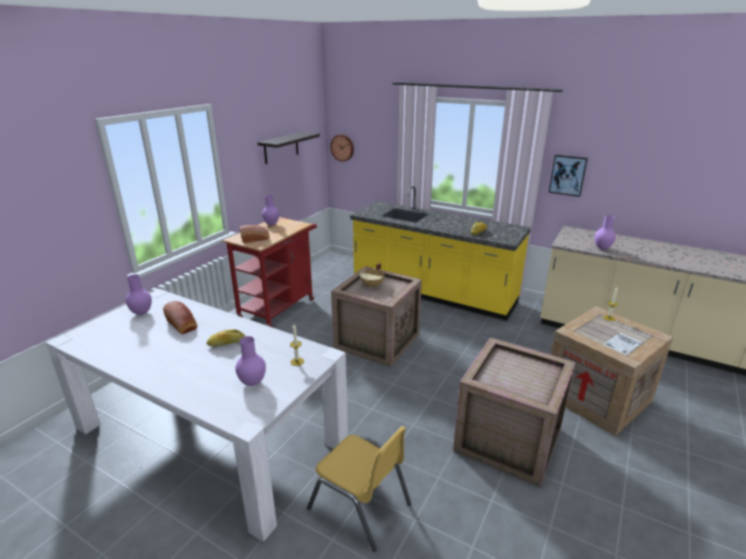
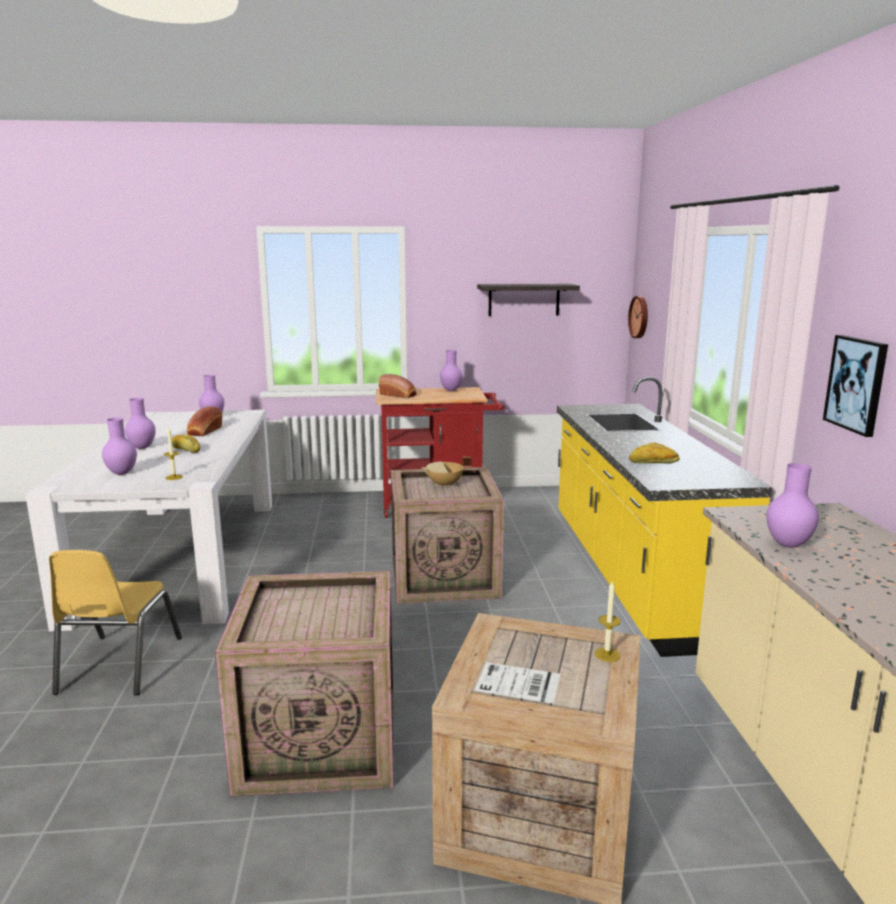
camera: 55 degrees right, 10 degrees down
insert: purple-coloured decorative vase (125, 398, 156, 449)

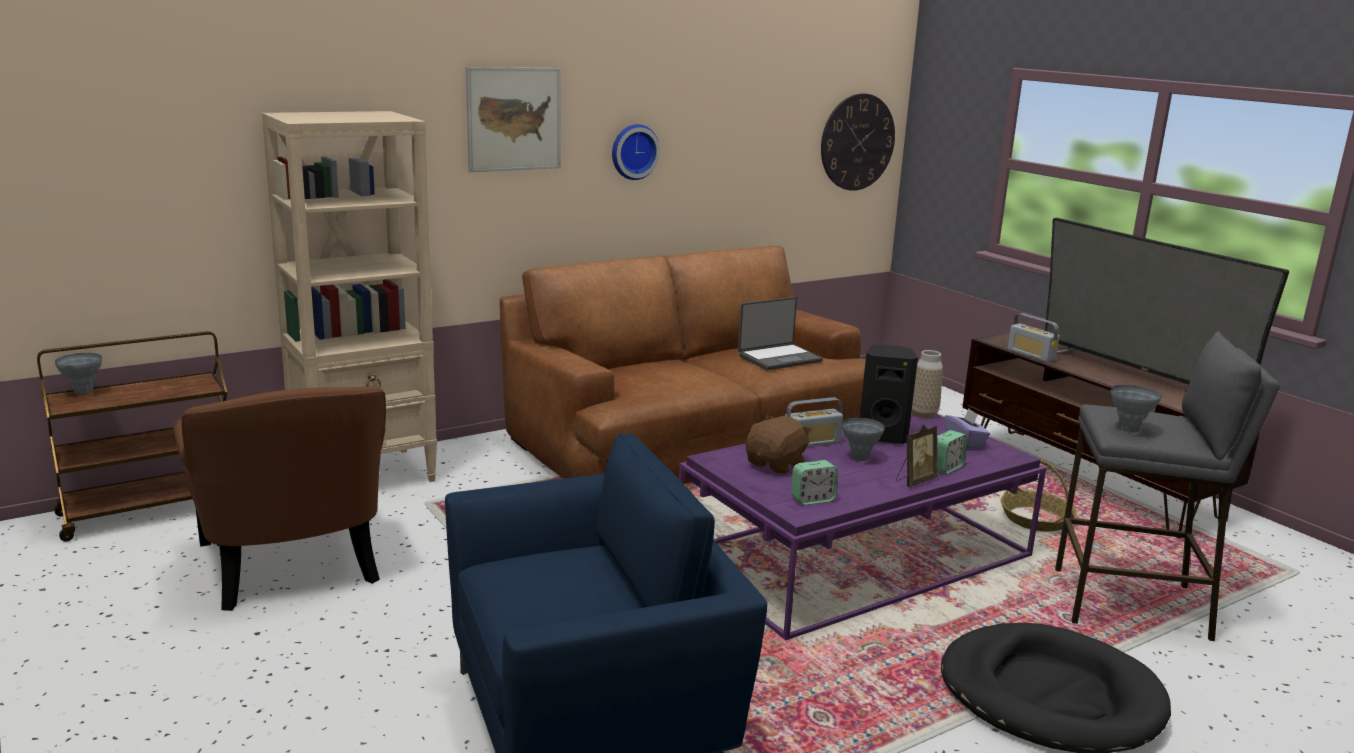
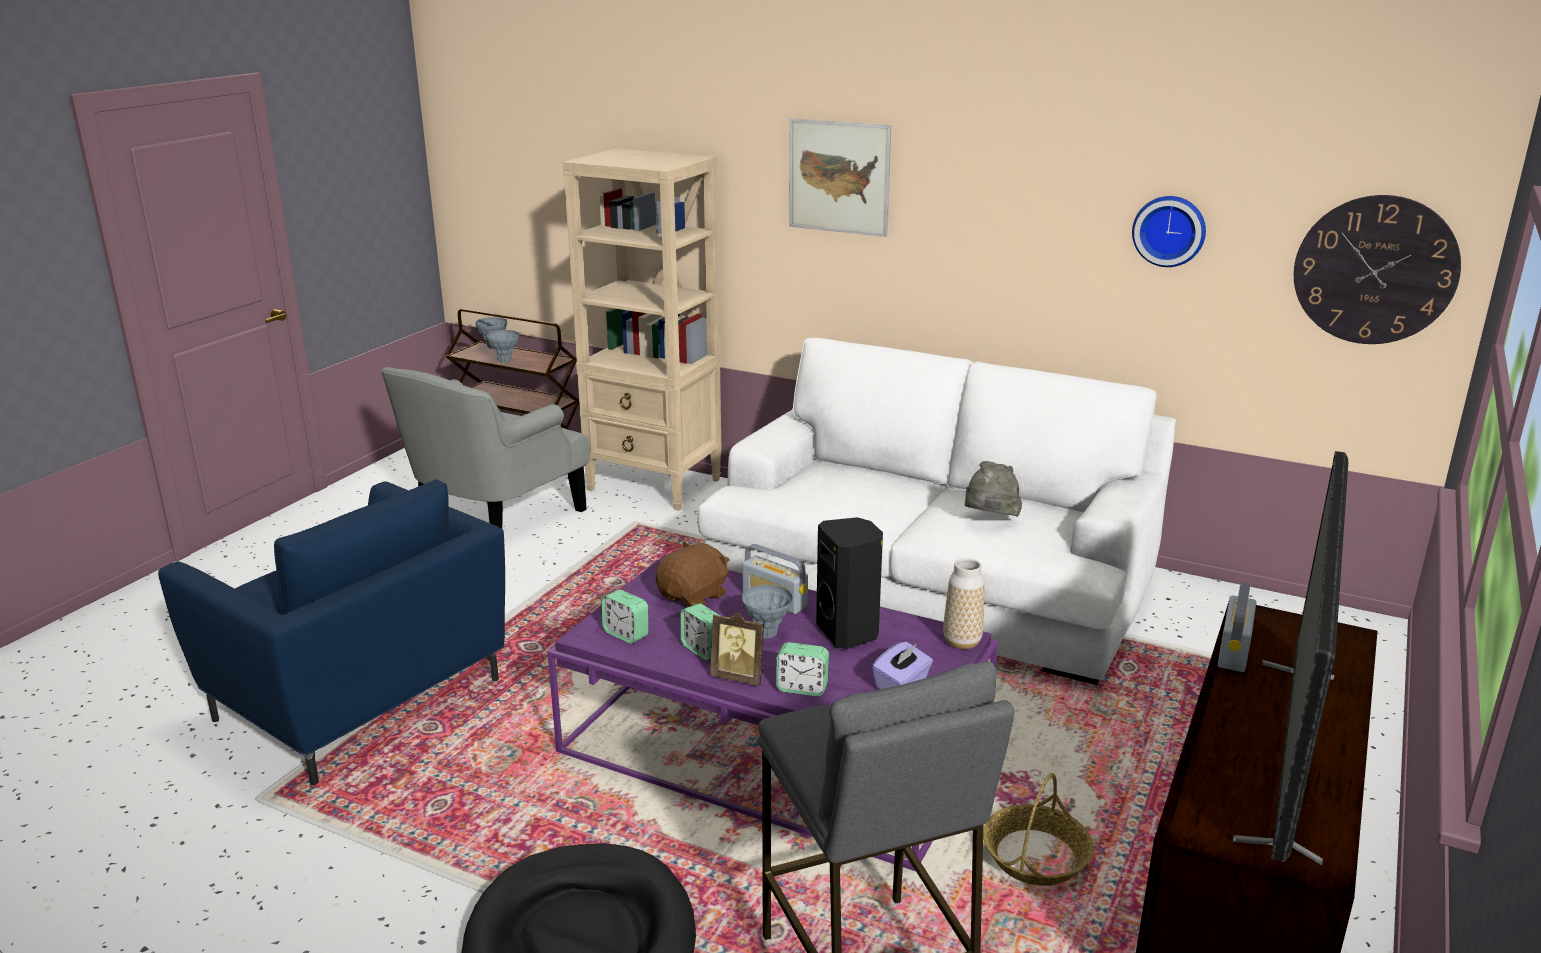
camera: 60 degrees right, 5 degrees up
insert: table clock (680, 603, 720, 660)
move: wall clock (612, 124, 660, 180) to (1132, 196, 1206, 267); grey decorative vase (1111, 385, 1161, 432) to (486, 330, 519, 362)
replace: notebook computer (738, 297, 823, 370) to grey hat (965, 461, 1022, 517)
recolor: brown easy chair (173, 387, 386, 611) to grey easy chair (381, 367, 590, 529); brown couch (500, 246, 866, 484) to white couch (698, 338, 1176, 685)
rotate: brown cuddly toy (746, 415, 812, 474) = (656, 542, 730, 607) 60 degrees counterclockwise

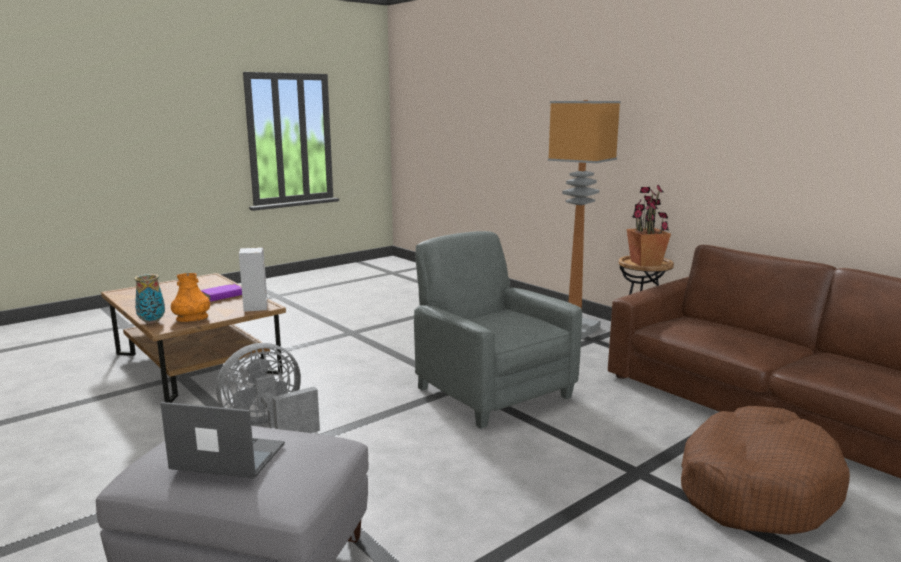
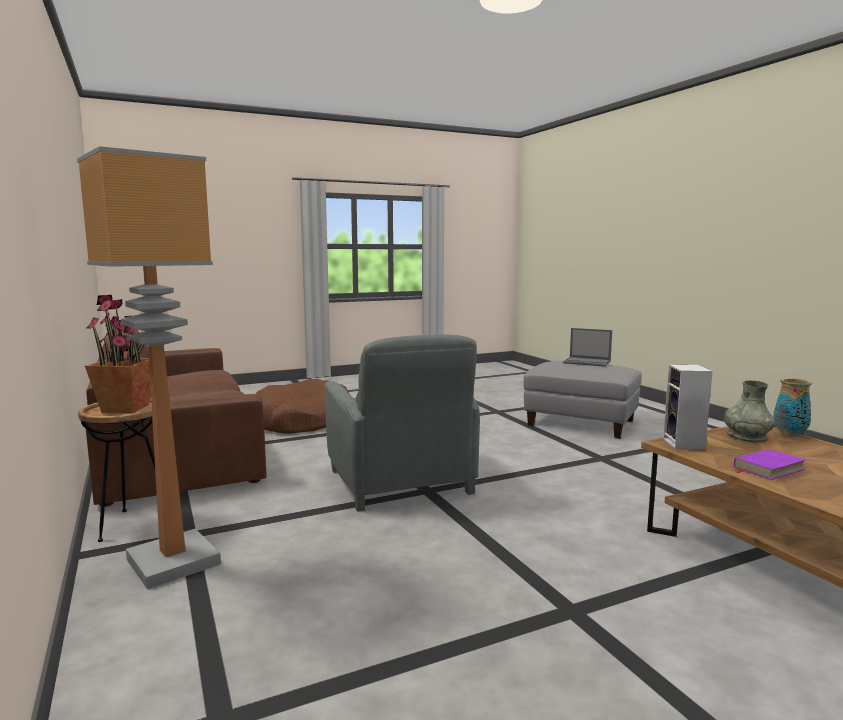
camera: 165 degrees left, 5 degrees down
delete: grey electric fan (216, 343, 320, 433)
recolor: orangey decorative vase (171, 273, 210, 322) to grey decorative vase (724, 380, 775, 442)

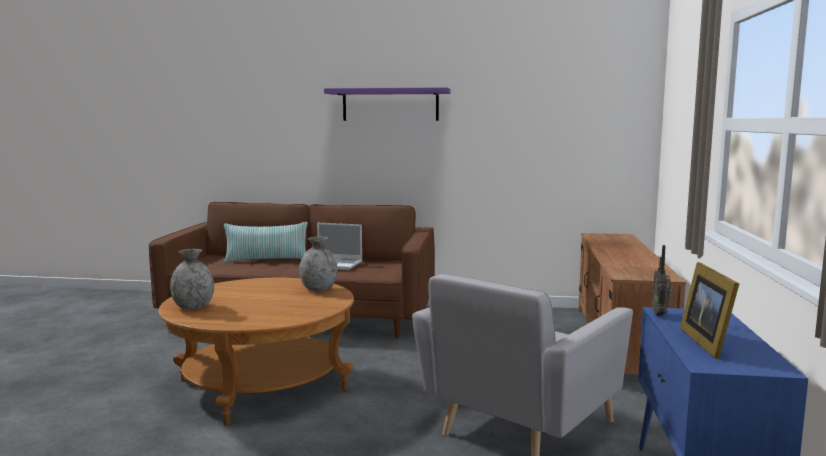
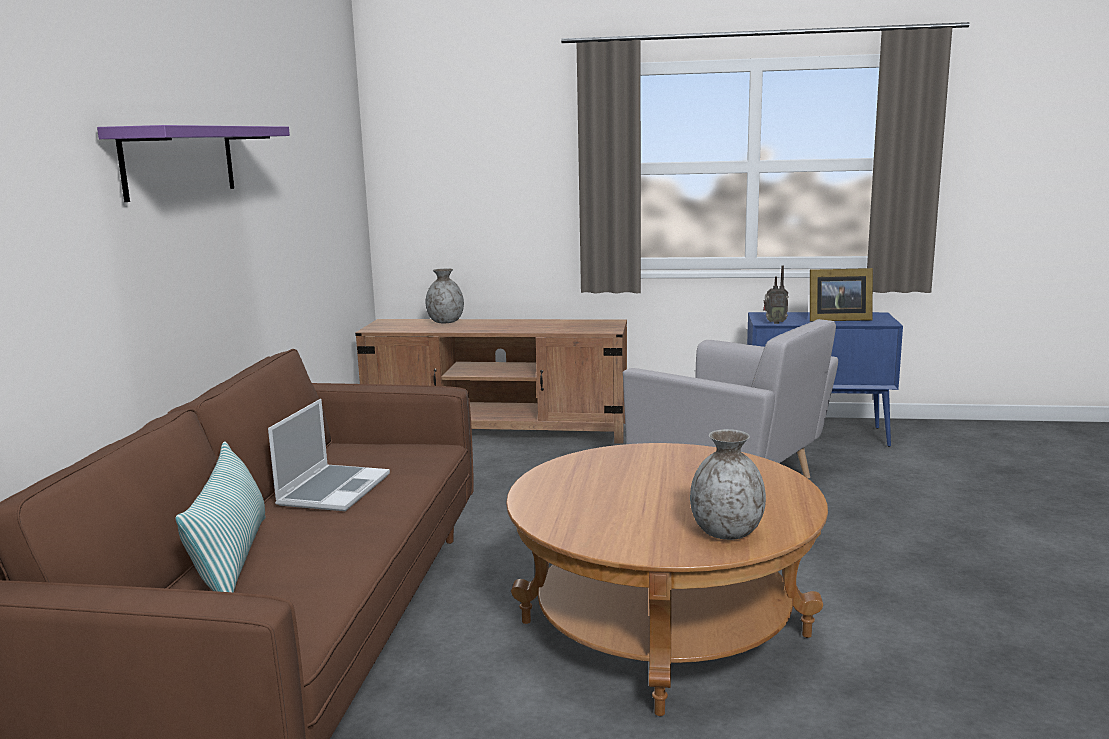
camera: 90 degrees left, 5 degrees up
move: grey decorative vase (300, 237, 338, 291) to (426, 268, 464, 323)

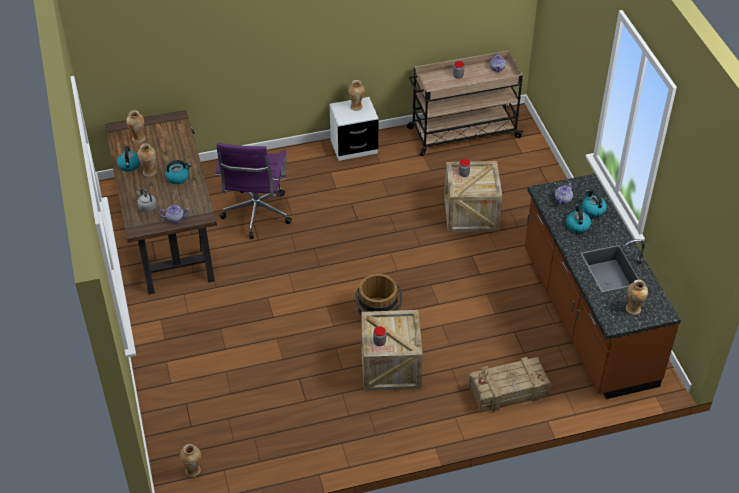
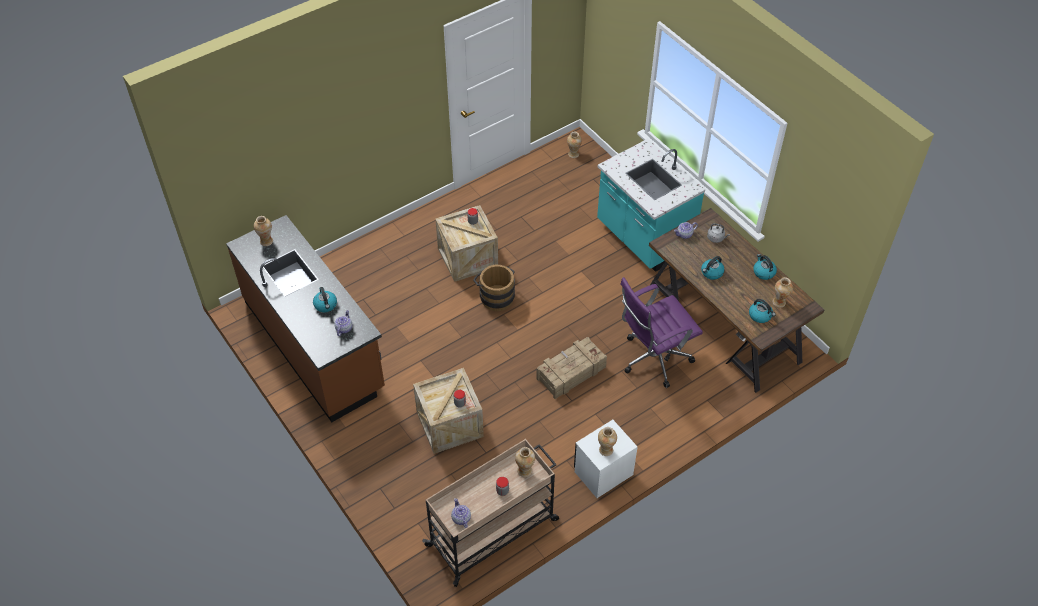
camera: 160 degrees right, 5 degrees up
insert: blue-green kitchen base unit (597, 139, 705, 272)
move: decorative vase (137, 144, 157, 177) to (515, 447, 535, 477); packing crate (468, 357, 551, 413) to (536, 337, 607, 399); tea kettle (582, 190, 607, 217) to (749, 299, 776, 323)
rotate: purple-coloured desk chair (215, 143, 292, 239) = (620, 277, 703, 388) 105 degrees counterclockwise

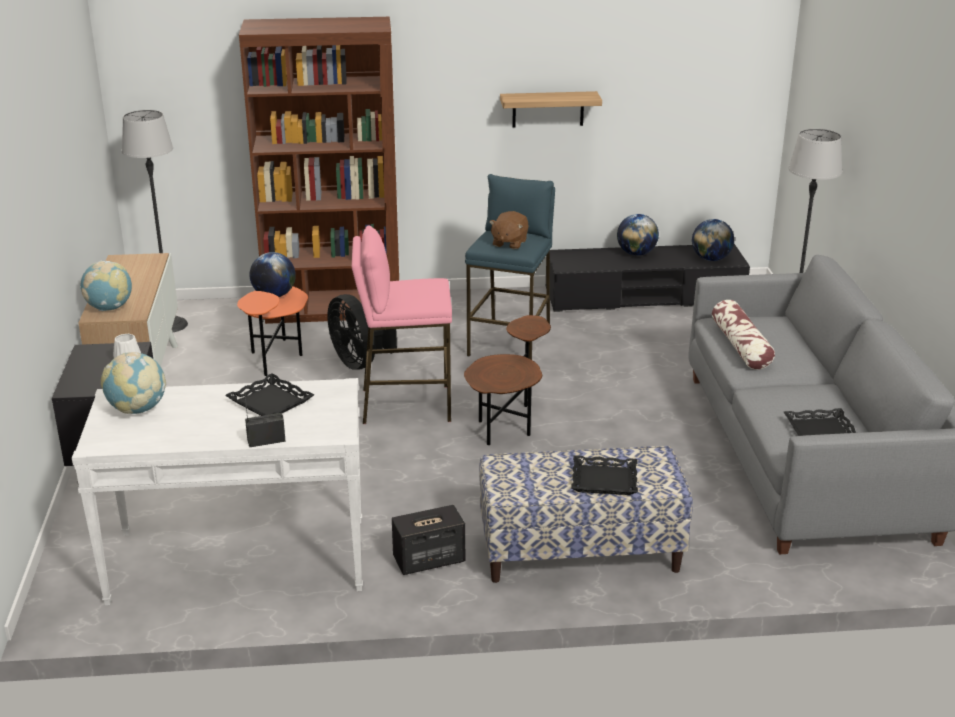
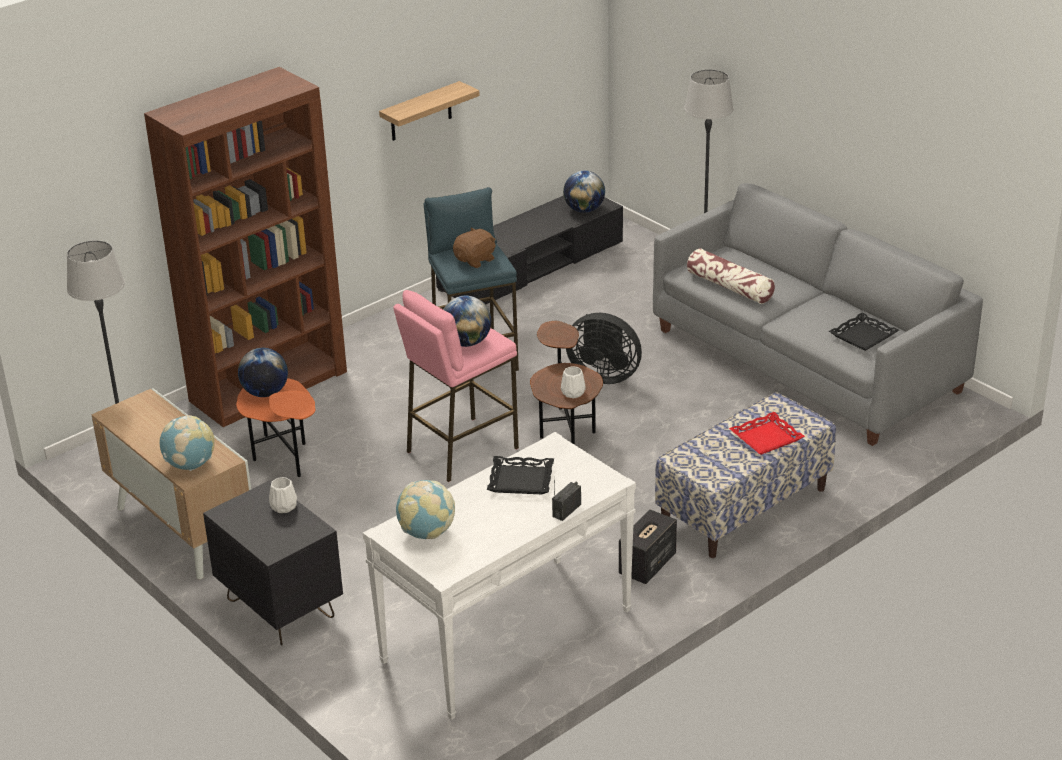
camera: 35 degrees left, 5 degrees up
insert: white decorative vase (561, 366, 586, 398)
move: black-coloured electric fan (327, 294, 397, 370) to (566, 313, 642, 384); world globe (617, 214, 659, 256) to (443, 295, 491, 347)
recolor: black-coloured carrying tray (571, 455, 638, 495) to red-coloured carrying tray (729, 412, 805, 455)
rotate: brown cuddly toy (489, 211, 529, 249) = (453, 227, 496, 268) 120 degrees counterclockwise

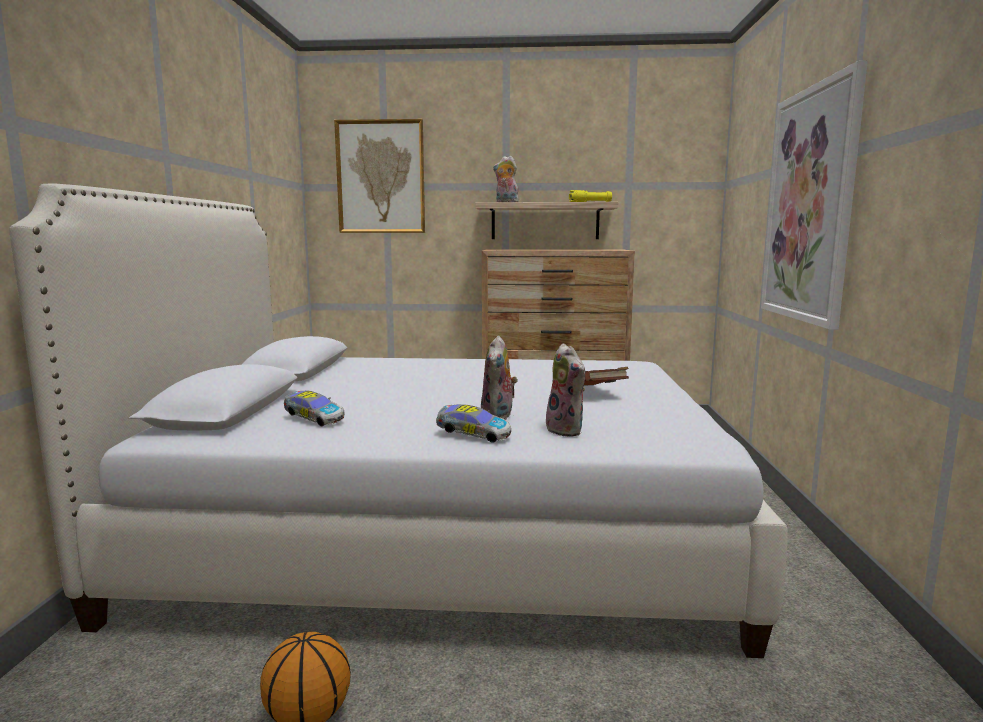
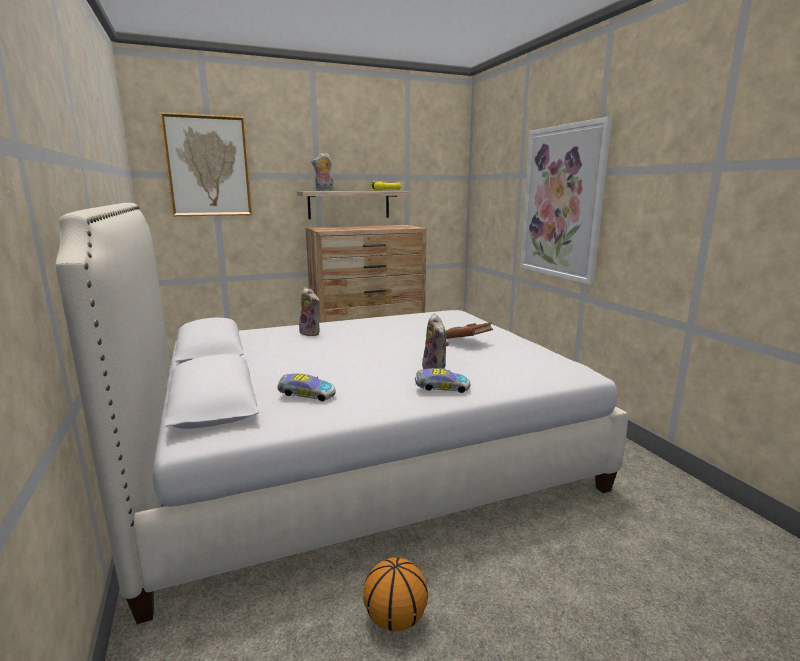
camera: 25 degrees left, 5 degrees up
move: cuddly toy (546, 343, 585, 437) to (299, 287, 320, 336)

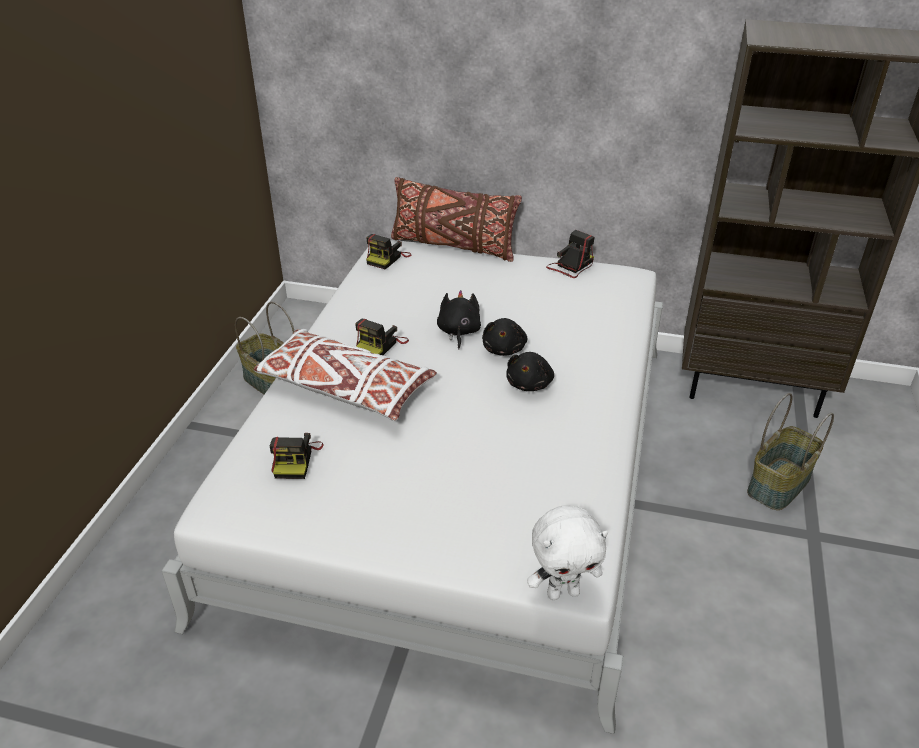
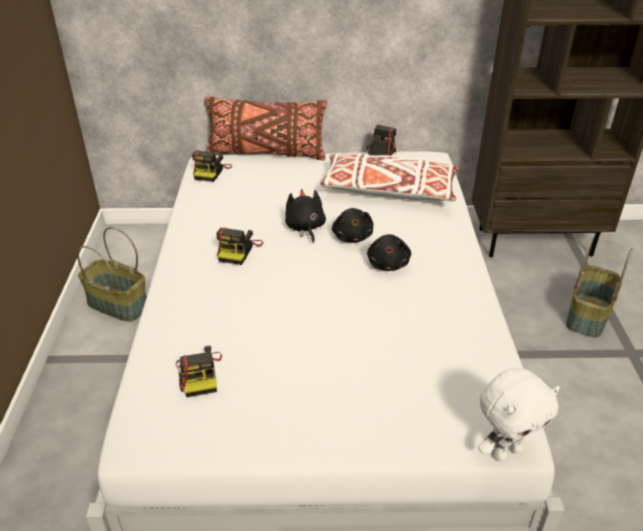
camera: 15 degrees left, 0 degrees up
move: white throw pillow (254, 329, 437, 421) to (320, 153, 459, 202)

